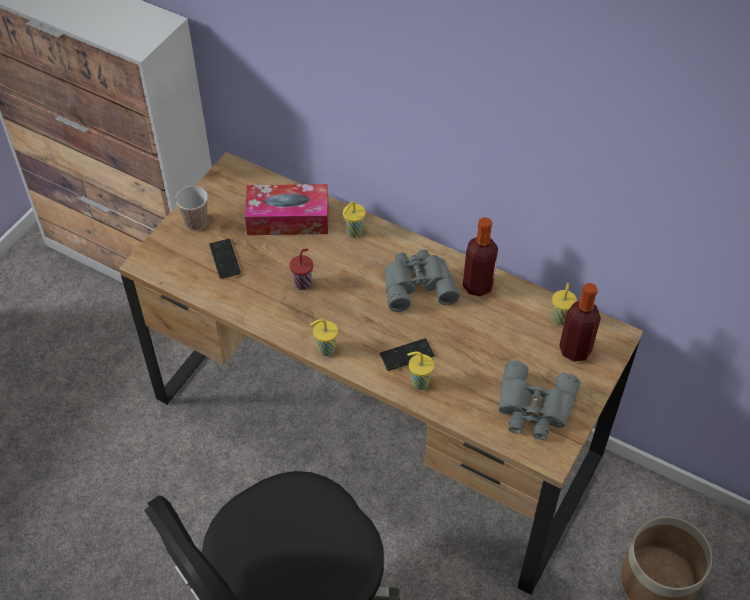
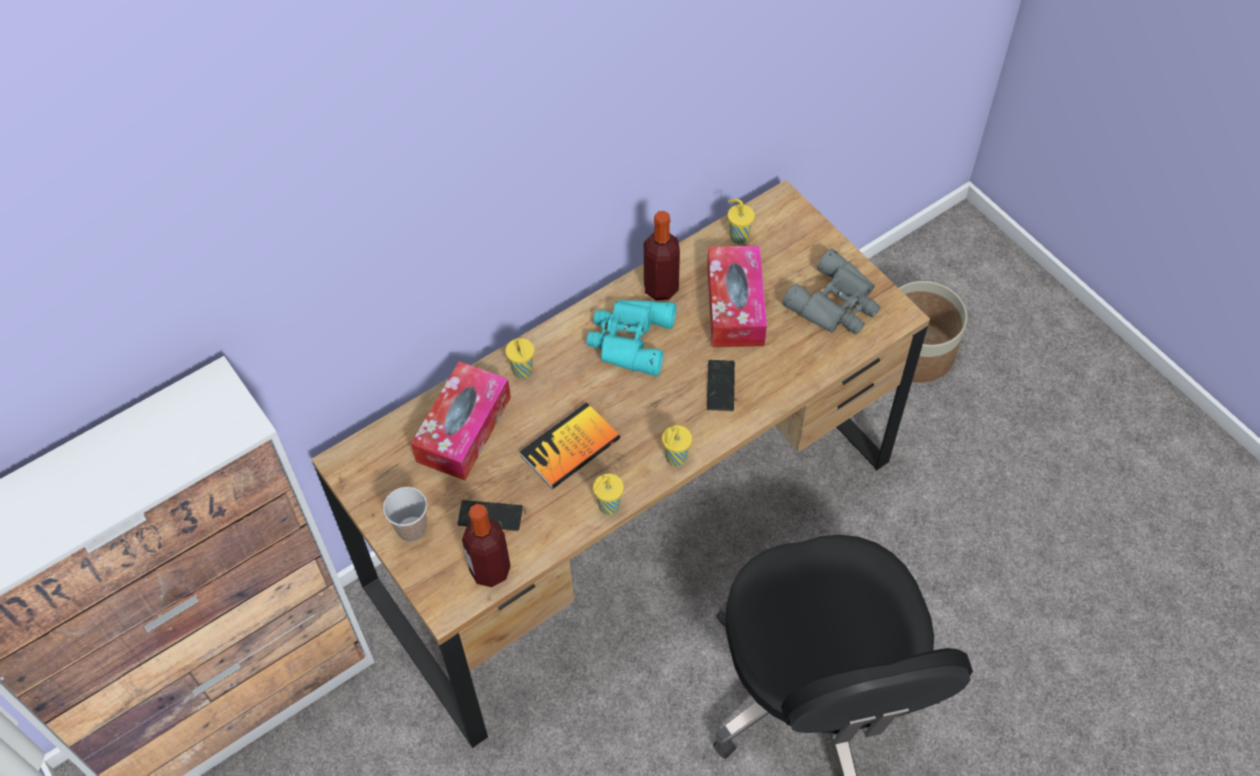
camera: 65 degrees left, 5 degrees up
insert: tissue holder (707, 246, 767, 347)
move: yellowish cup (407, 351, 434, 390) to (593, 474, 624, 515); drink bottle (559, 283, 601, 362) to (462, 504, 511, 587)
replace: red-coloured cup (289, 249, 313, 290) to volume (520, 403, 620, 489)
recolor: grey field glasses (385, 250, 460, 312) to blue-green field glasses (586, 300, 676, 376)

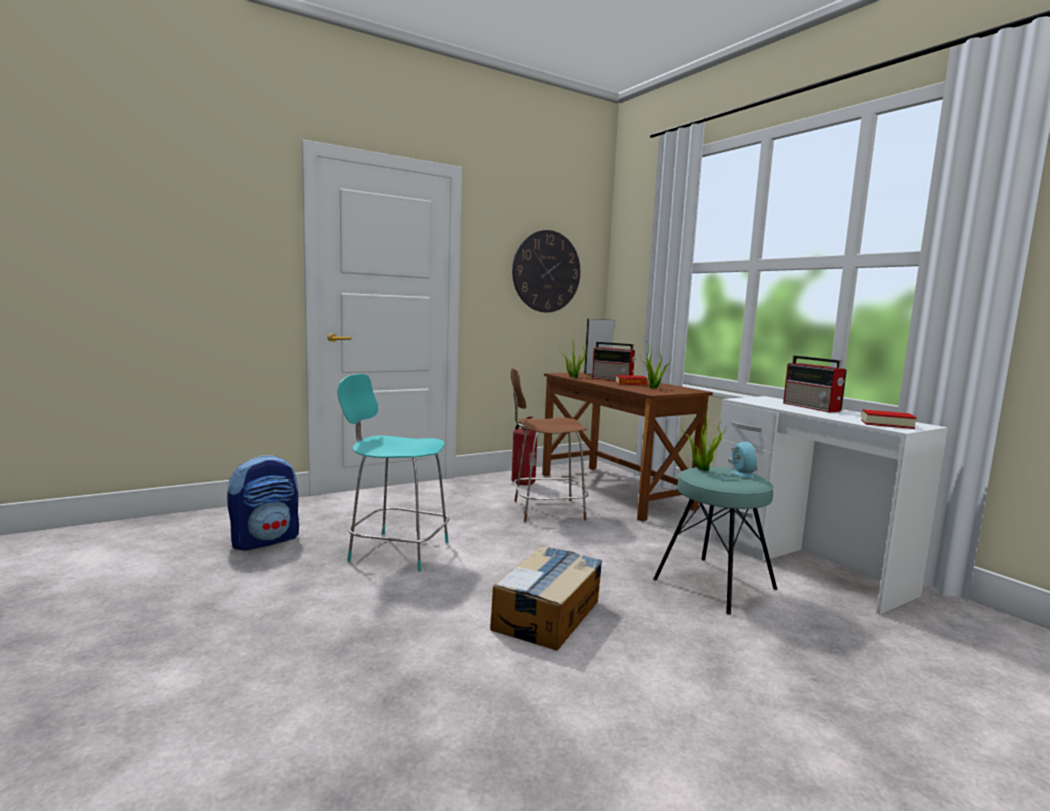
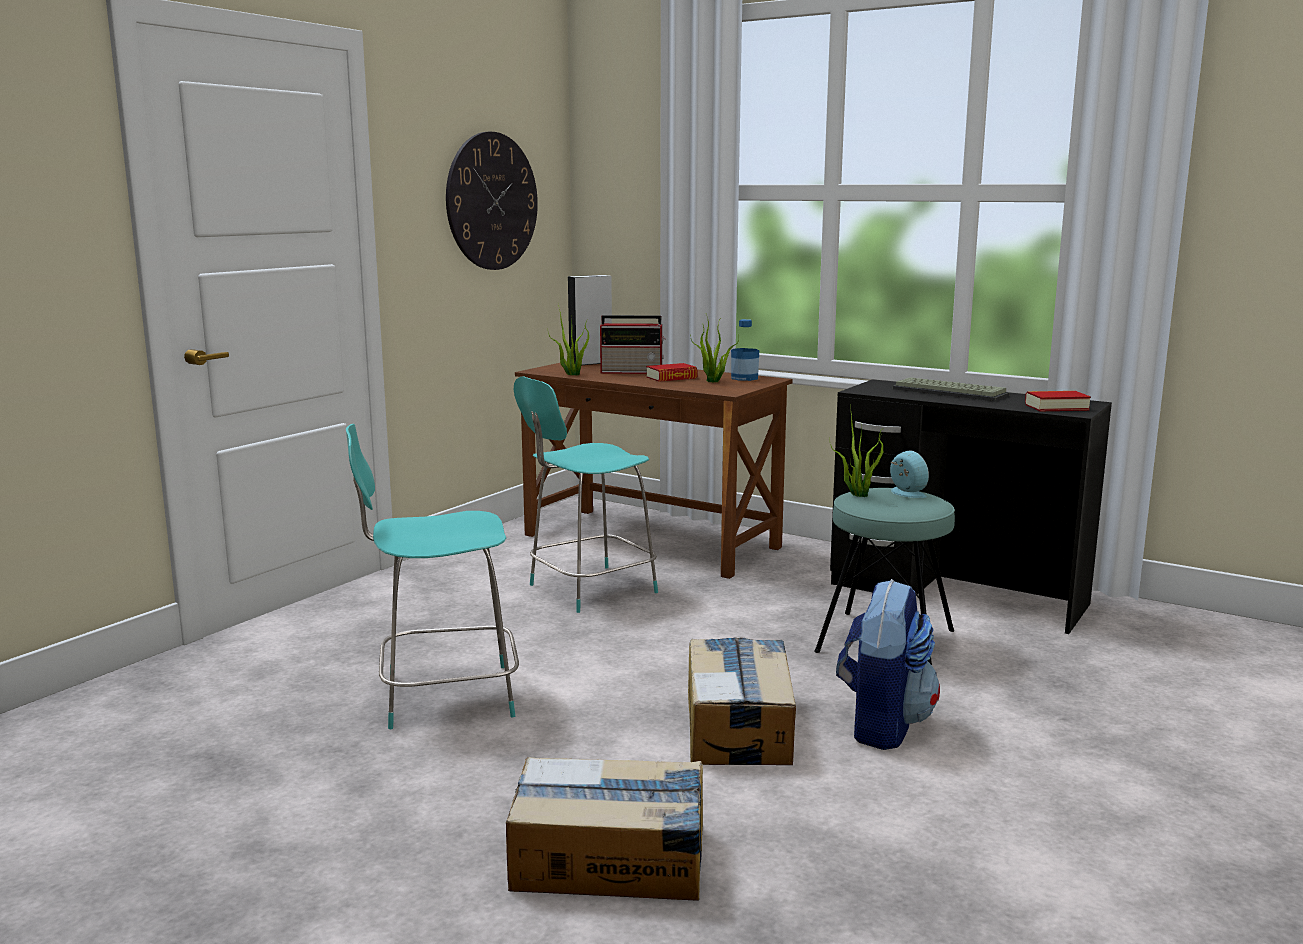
camera: 25 degrees left, 5 degrees up
delete: fire extinguisher (512, 416, 537, 485)
insert: cardboard box (506, 757, 703, 901); drink bottle (731, 319, 759, 381)
move: backpack (227, 455, 299, 550) to (836, 579, 940, 750)
replace: radio (783, 356, 847, 412) to computer keyboard (893, 377, 1010, 401)
recolor: brown chair (511, 368, 589, 522) to blue-green chair (513, 376, 658, 613); white desk unit (711, 396, 948, 615) to black-coloured desk unit (830, 379, 1112, 634)

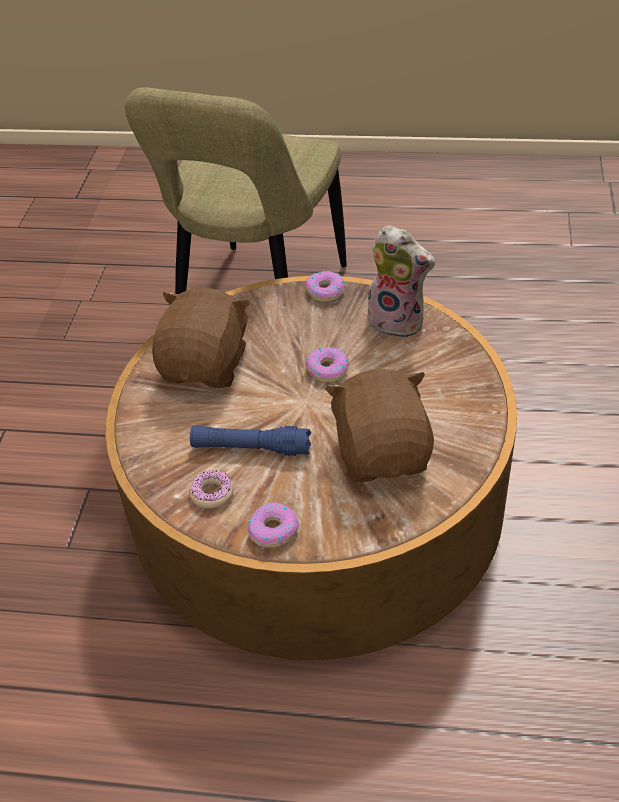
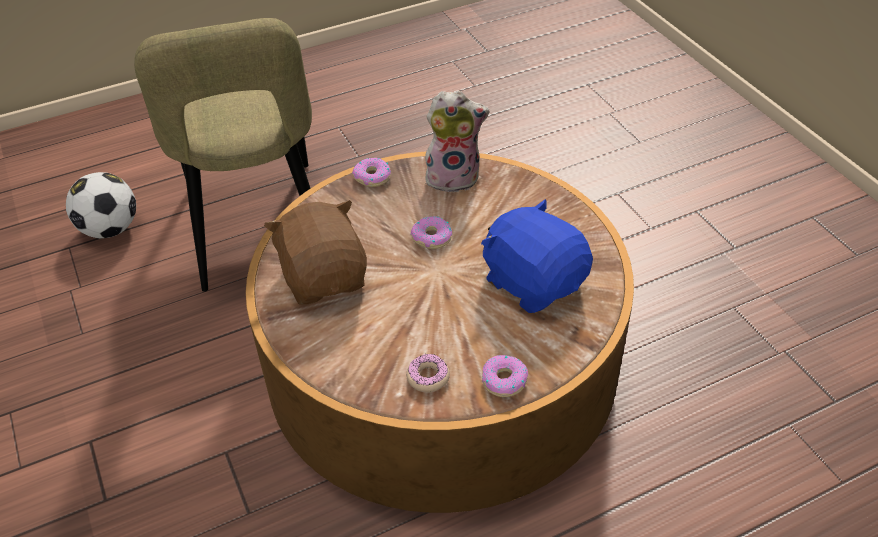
camera: 35 degrees left, 0 degrees up
delete: bluish torch (190, 426, 311, 456)
insert: football (66, 172, 136, 238)
recolor: brown cuddly toy (325, 369, 434, 482) to bluish cuddly toy (481, 199, 593, 313)

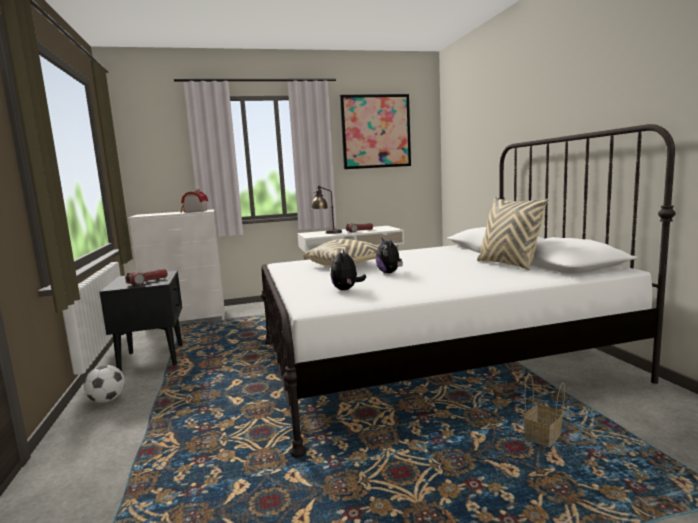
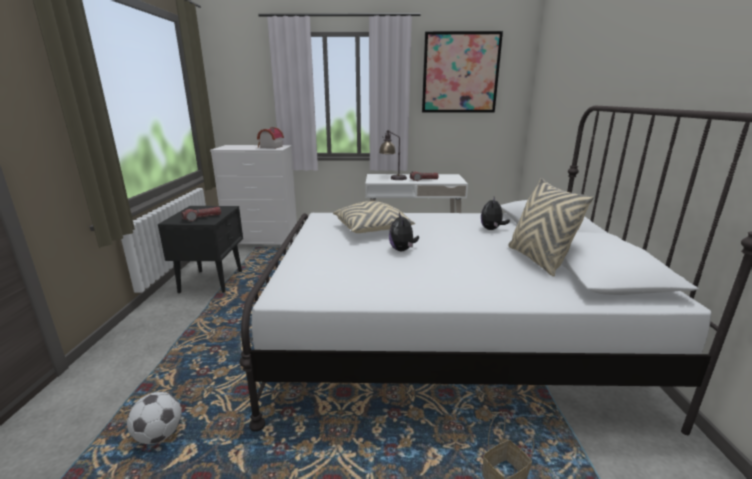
camera: 15 degrees right, 10 degrees up
move: football (84, 365, 125, 403) to (127, 392, 182, 444); cuddly toy (331, 249, 366, 290) to (481, 198, 510, 230)

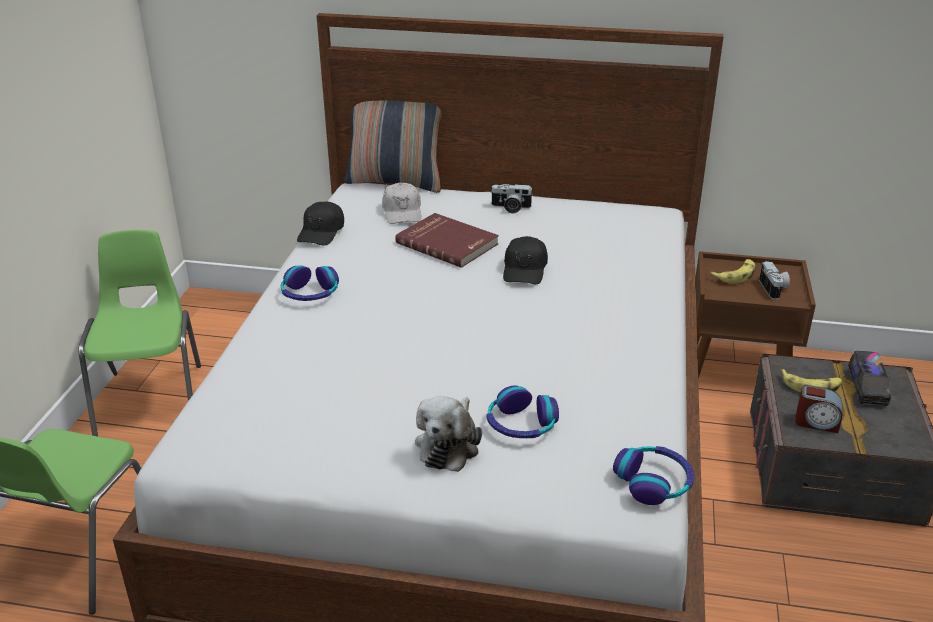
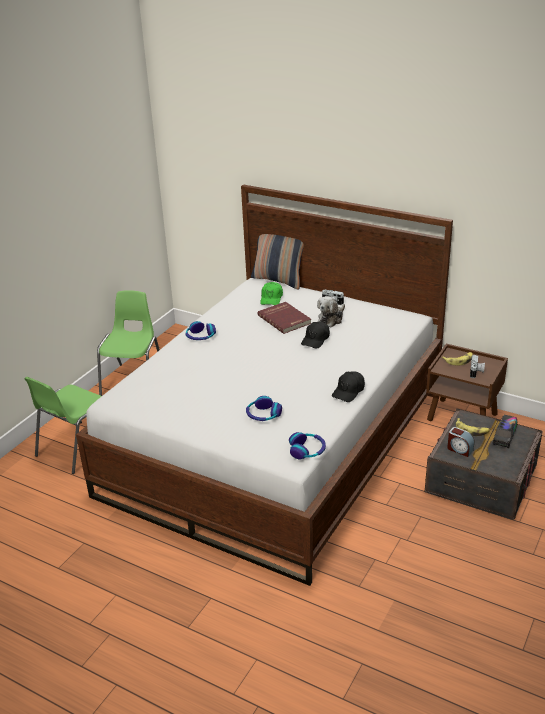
camera: 20 degrees right, 0 degrees up
move: black-coloured peaked cap (297, 202, 344, 245) to (332, 371, 365, 402); cuddly toy (415, 396, 482, 472) to (317, 296, 345, 327)
recolor: white peaked cap (382, 183, 421, 224) to green peaked cap (260, 282, 283, 305)

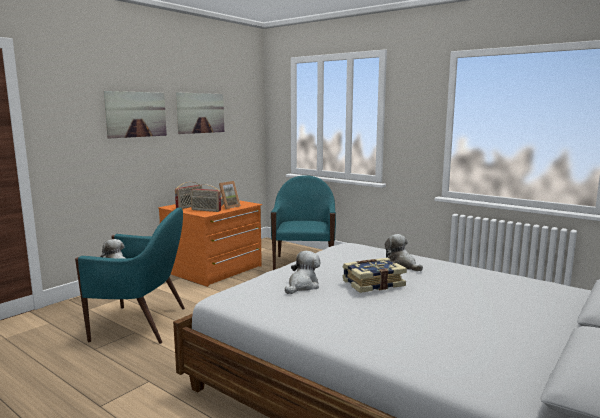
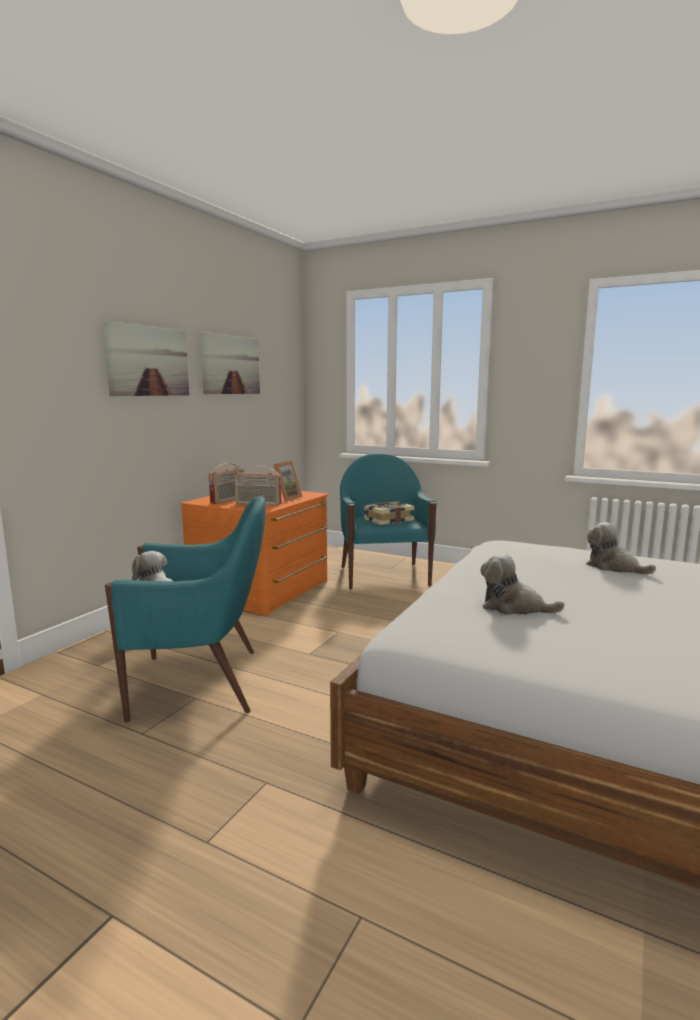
camera: 10 degrees left, 0 degrees up
move: volume (342, 258, 407, 293) to (364, 501, 414, 525)
rotate: cuddly toy (285, 251, 320, 294) = (481, 553, 565, 615) 90 degrees counterclockwise

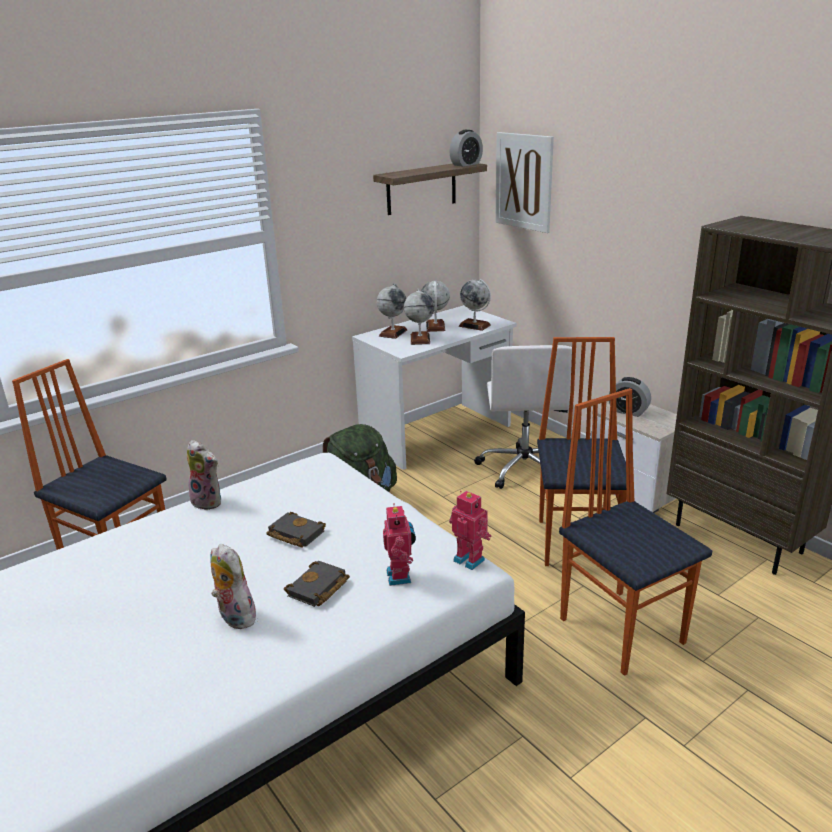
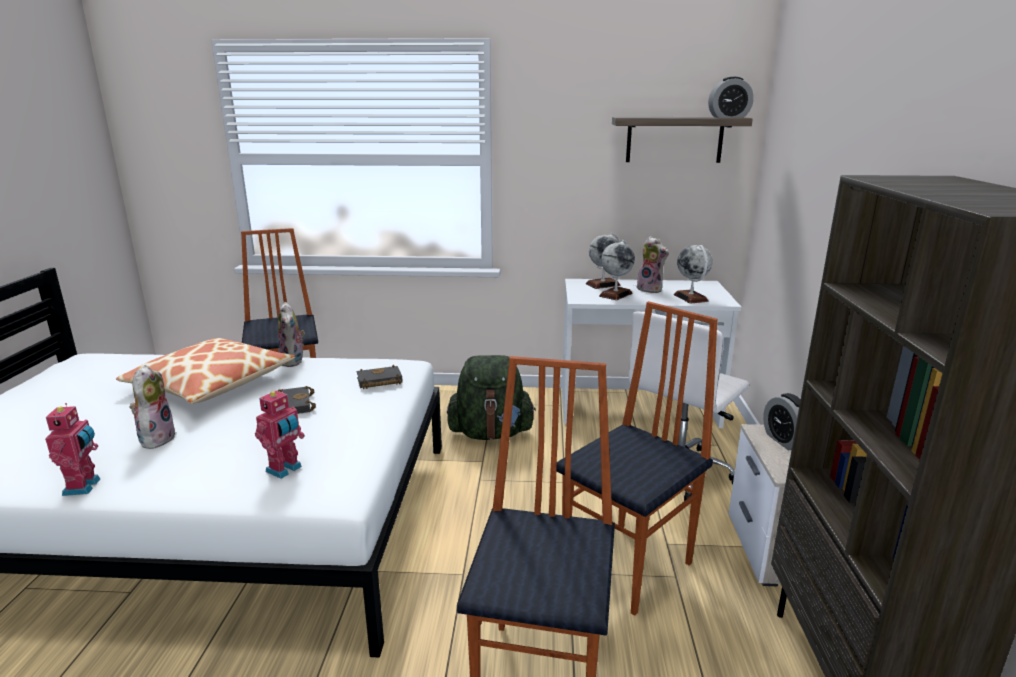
camera: 40 degrees right, 5 degrees down
delete: picture (495, 132, 554, 233)
insert: throw pillow (116, 338, 295, 404)
move: black-coloured volume (284, 560, 350, 607) to (357, 365, 403, 389); model robot (449, 491, 491, 570) to (45, 403, 100, 496)
replace: world globe (421, 281, 450, 332) to cuddly toy (637, 236, 669, 293)

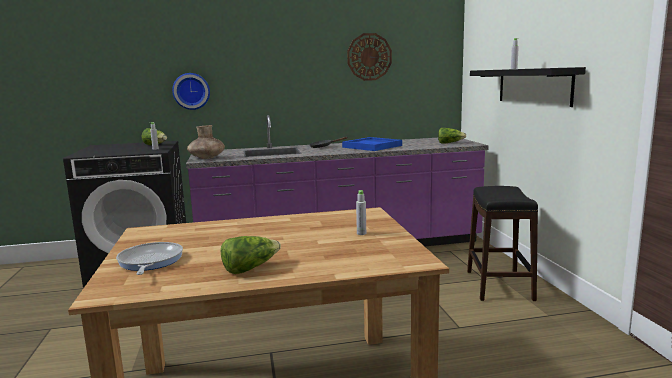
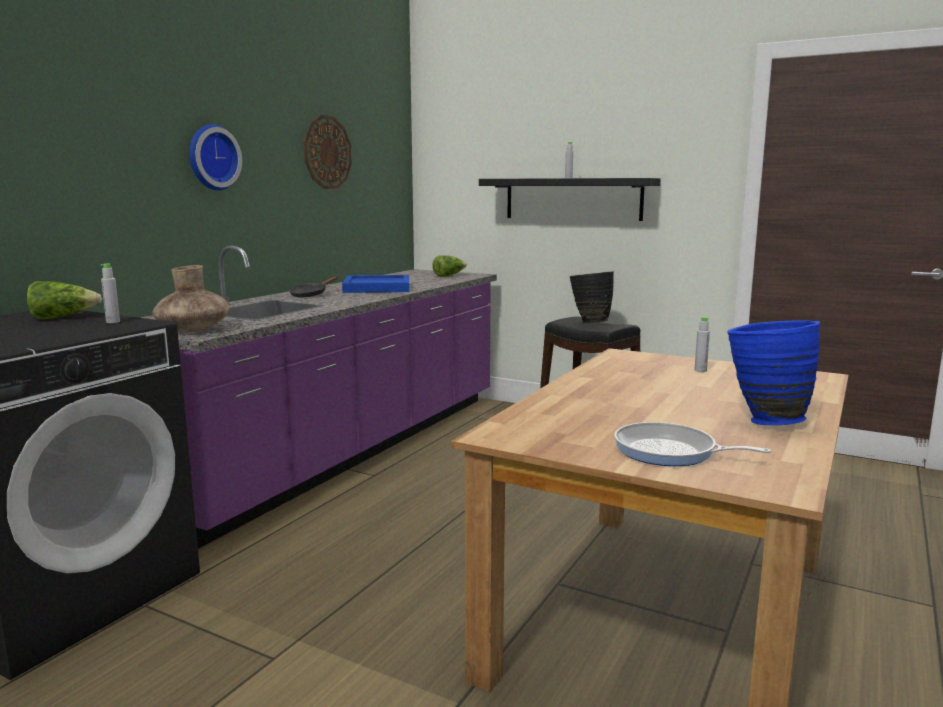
camera: 50 degrees left, 0 degrees up
insert: black-coloured decorative vase (570, 271, 614, 323)
move: wall clock (172, 73, 210, 110) to (189, 124, 242, 190)
replace: head of lettuce (221, 236, 281, 274) to bluish decorative vase (727, 320, 820, 425)

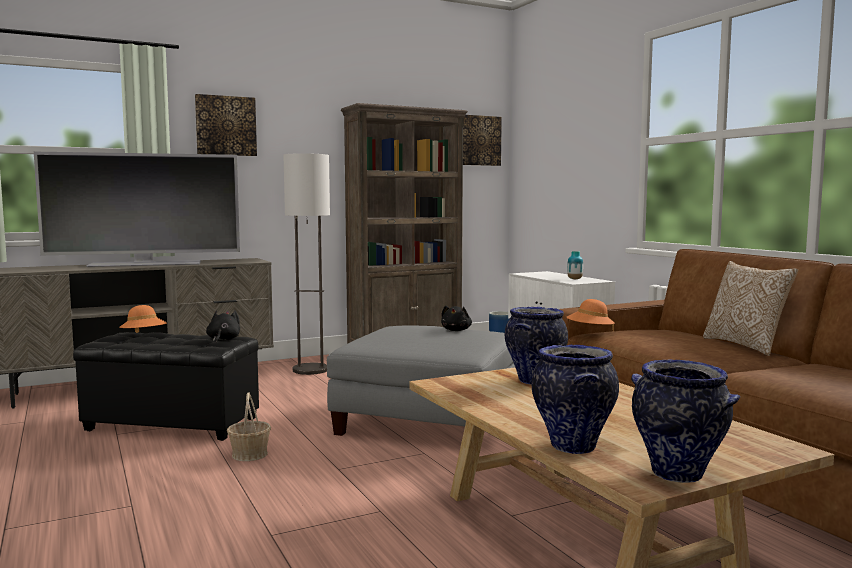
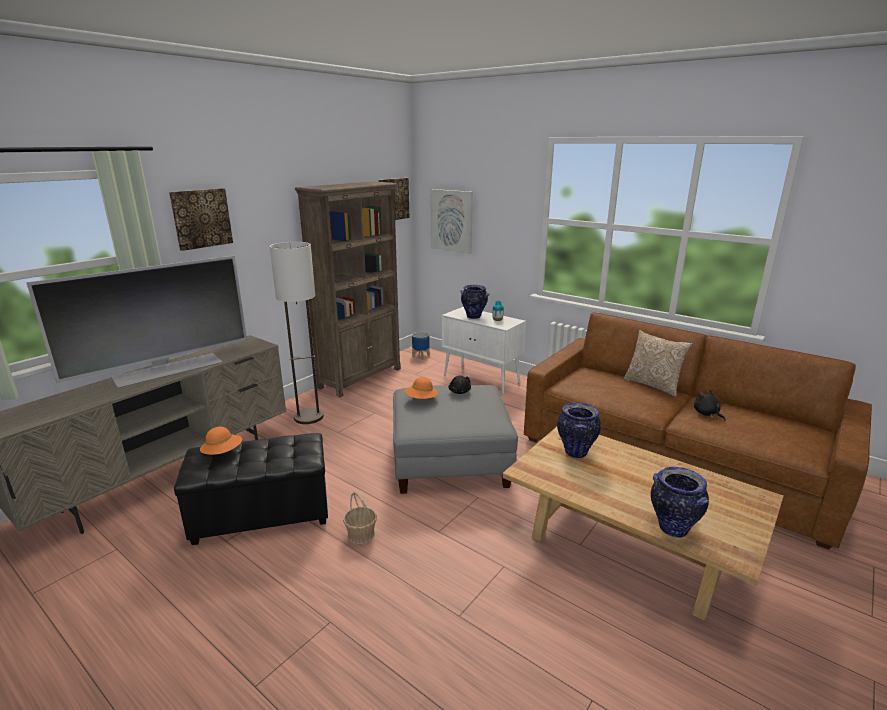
camera: 25 degrees left, 15 degrees up
insert: picture (430, 189, 473, 254)
move: black-coloured cuddly toy (206, 311, 240, 343) to (694, 390, 726, 421); orangey hat (567, 299, 615, 331) to (405, 377, 438, 399); decorative vase (631, 360, 740, 483) to (460, 285, 490, 319)

